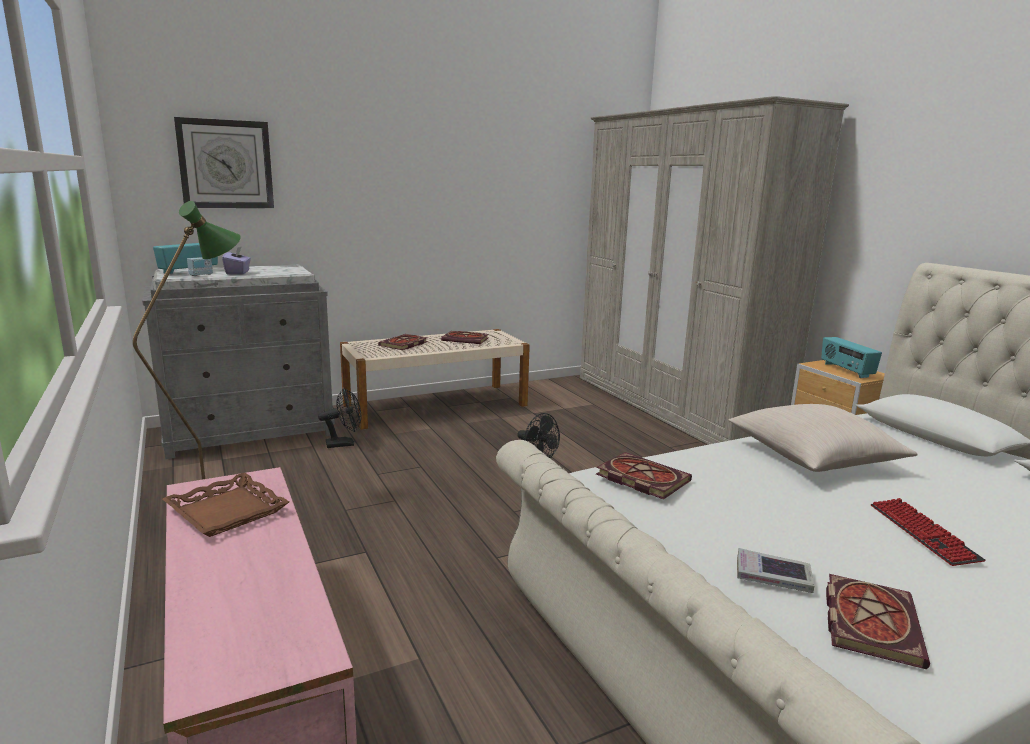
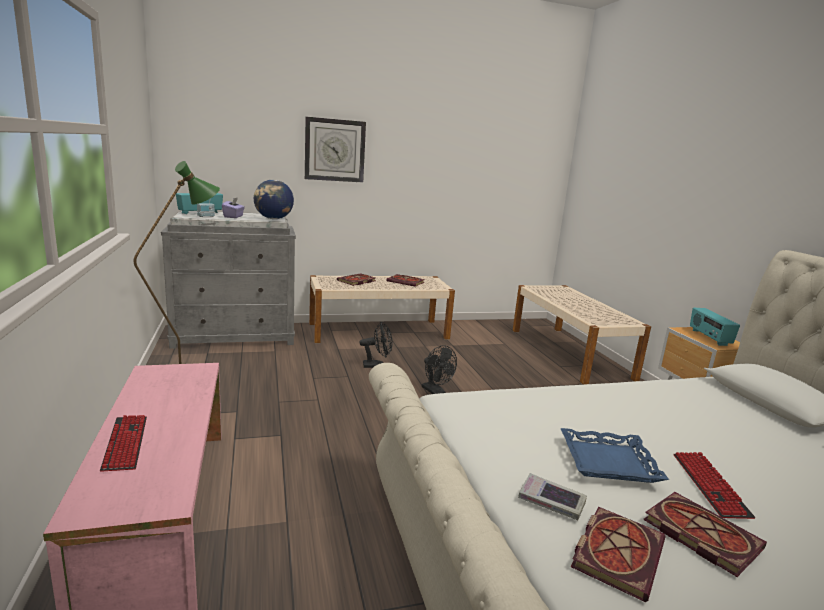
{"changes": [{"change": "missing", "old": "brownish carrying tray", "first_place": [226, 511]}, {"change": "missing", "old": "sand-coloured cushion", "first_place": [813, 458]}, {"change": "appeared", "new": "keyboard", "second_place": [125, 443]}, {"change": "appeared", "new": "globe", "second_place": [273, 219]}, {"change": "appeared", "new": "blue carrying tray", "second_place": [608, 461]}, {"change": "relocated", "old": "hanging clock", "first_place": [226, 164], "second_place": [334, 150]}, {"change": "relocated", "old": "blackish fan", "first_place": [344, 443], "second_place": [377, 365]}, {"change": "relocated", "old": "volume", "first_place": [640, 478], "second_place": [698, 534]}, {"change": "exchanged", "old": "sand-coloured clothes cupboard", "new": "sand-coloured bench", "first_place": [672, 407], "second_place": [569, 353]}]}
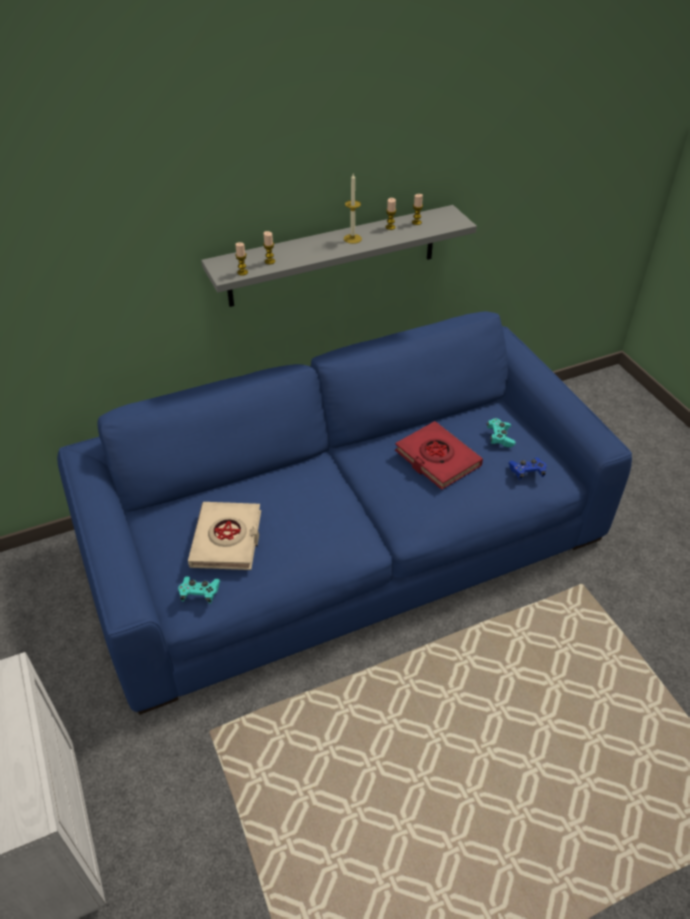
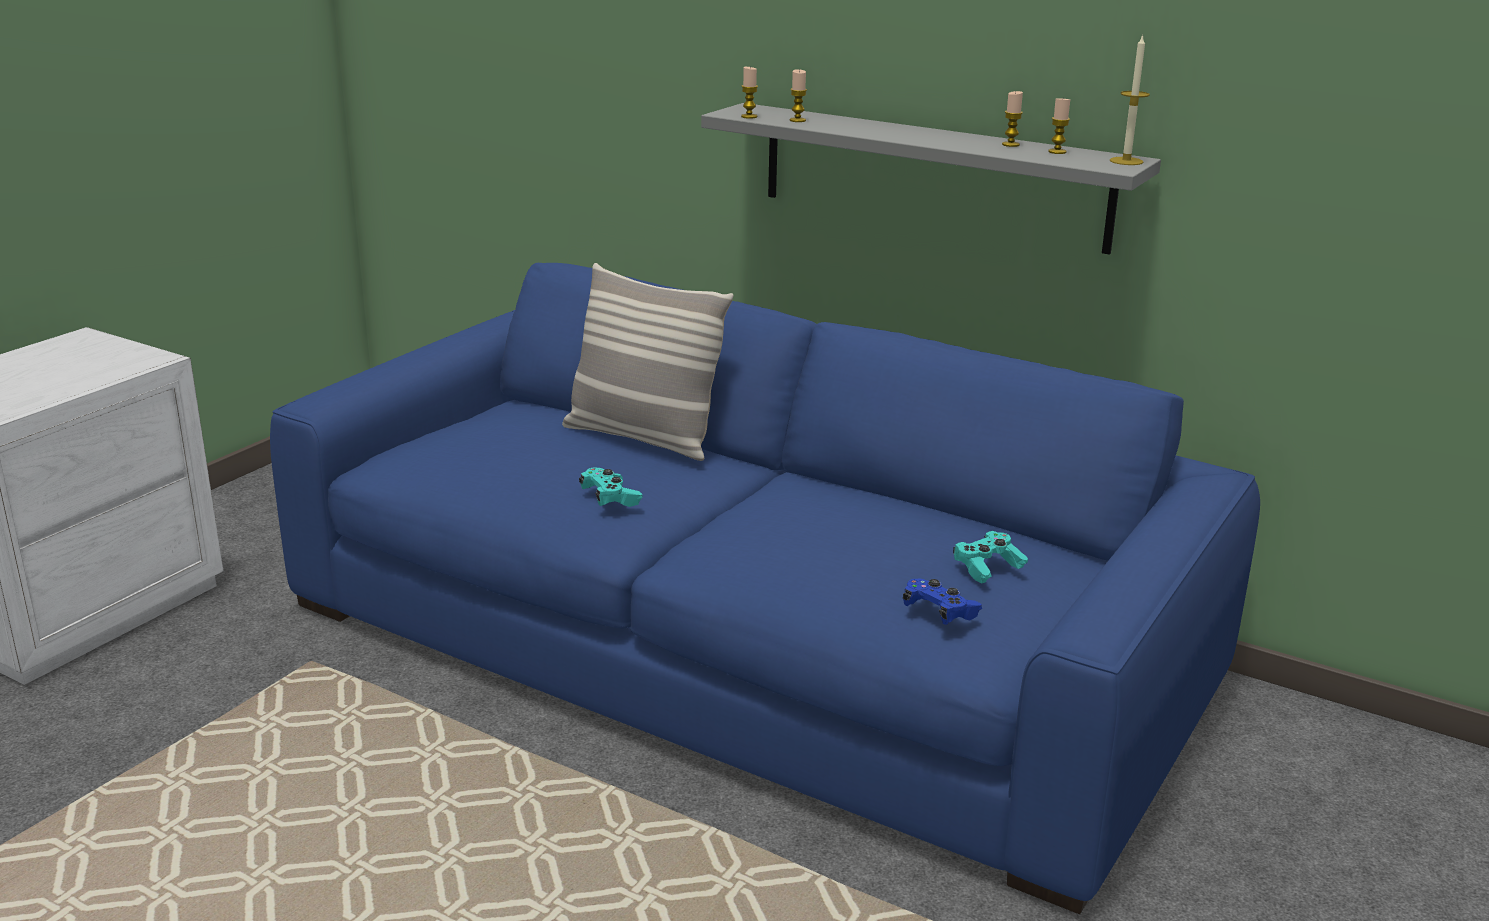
{"changes": [{"change": "missing", "old": "sand-coloured volume", "first_place": [227, 539]}, {"change": "missing", "old": "reddish volume", "first_place": [437, 459]}, {"change": "appeared", "new": "cushion", "second_place": [643, 438]}, {"change": "relocated", "old": "turquoise-coloured game controller", "first_place": [200, 593], "second_place": [610, 498]}, {"change": "relocated", "old": "wax candle", "first_place": [352, 239], "second_place": [1126, 161]}]}
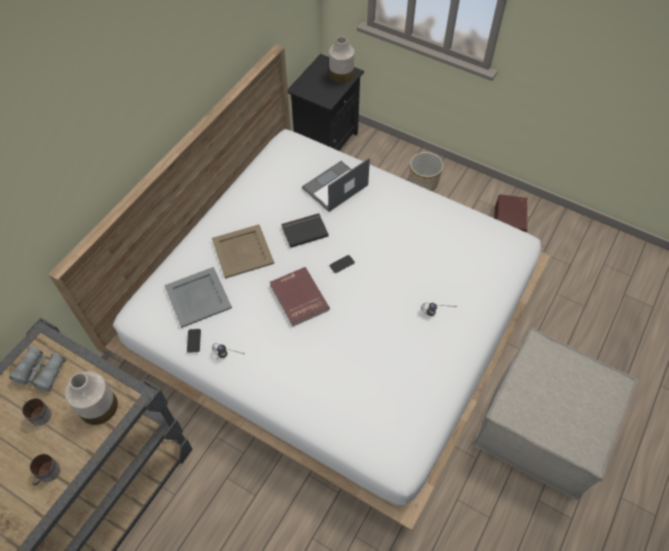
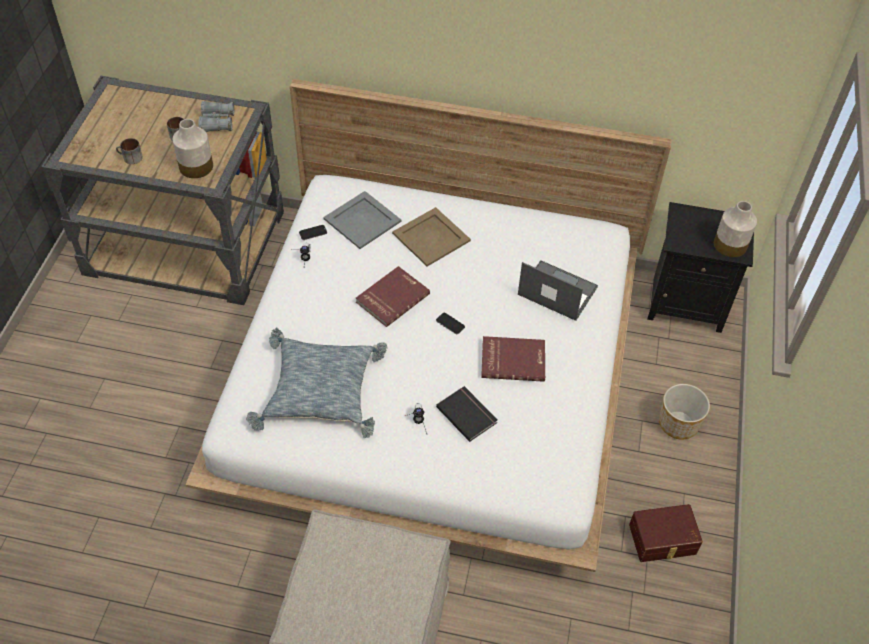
{"changes": [{"change": "appeared", "new": "cushion", "second_place": [319, 387]}, {"change": "appeared", "new": "reddish volume", "second_place": [513, 360]}, {"change": "relocated", "old": "blackish volume", "first_place": [304, 230], "second_place": [467, 414]}]}
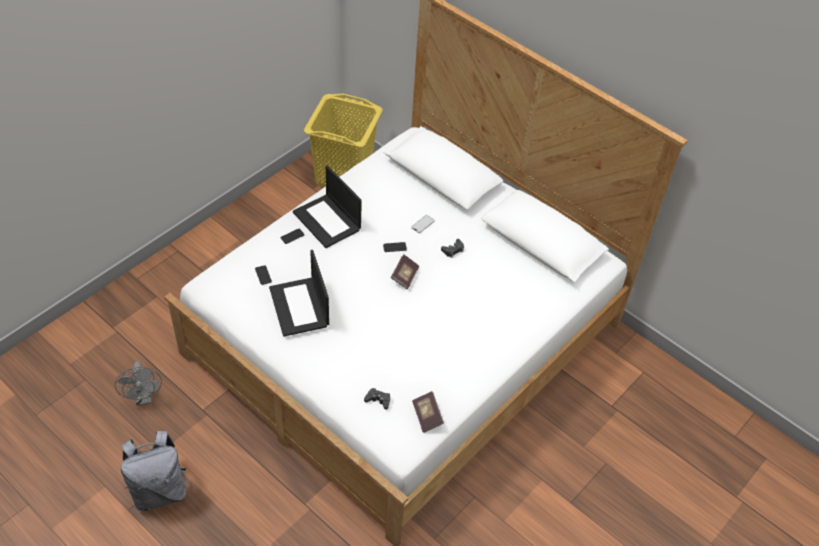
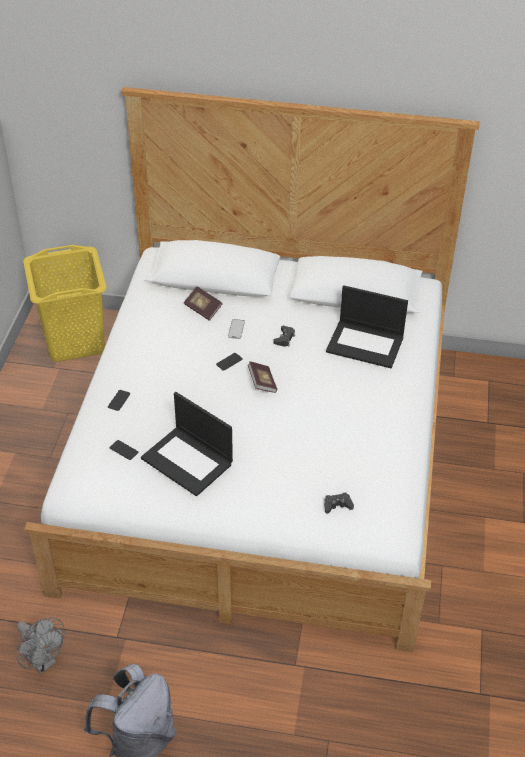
{"changes": [{"change": "relocated", "old": "portable computer", "first_place": [328, 221], "second_place": [366, 344]}, {"change": "relocated", "old": "volume", "first_place": [427, 416], "second_place": [203, 309]}]}
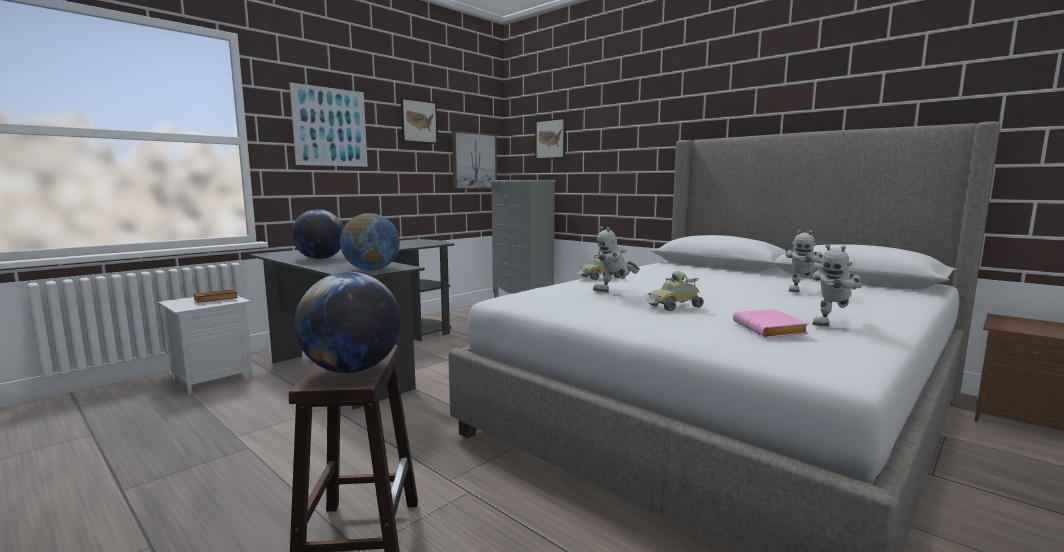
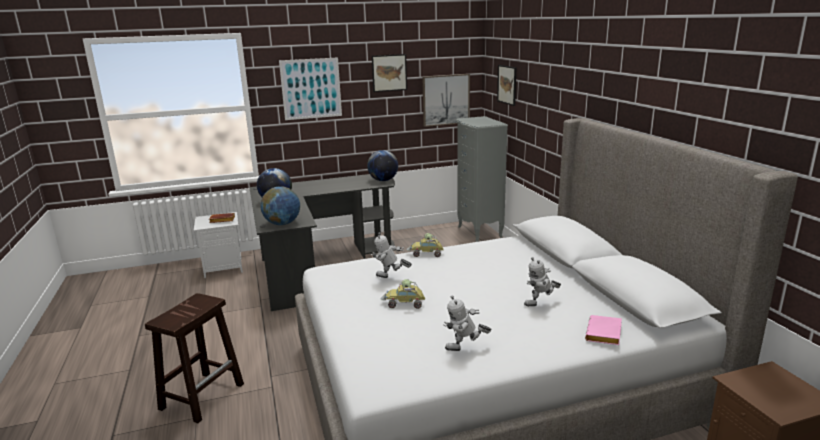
{"changes": [{"change": "relocated", "old": "globe", "first_place": [352, 370], "second_place": [383, 180]}, {"change": "relocated", "old": "pinkish volume", "first_place": [771, 330], "second_place": [605, 334]}]}
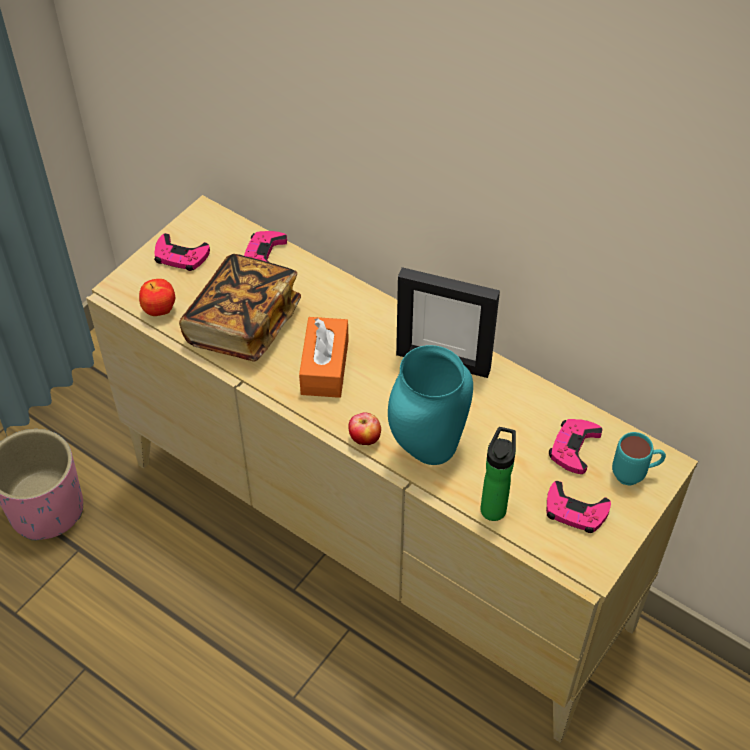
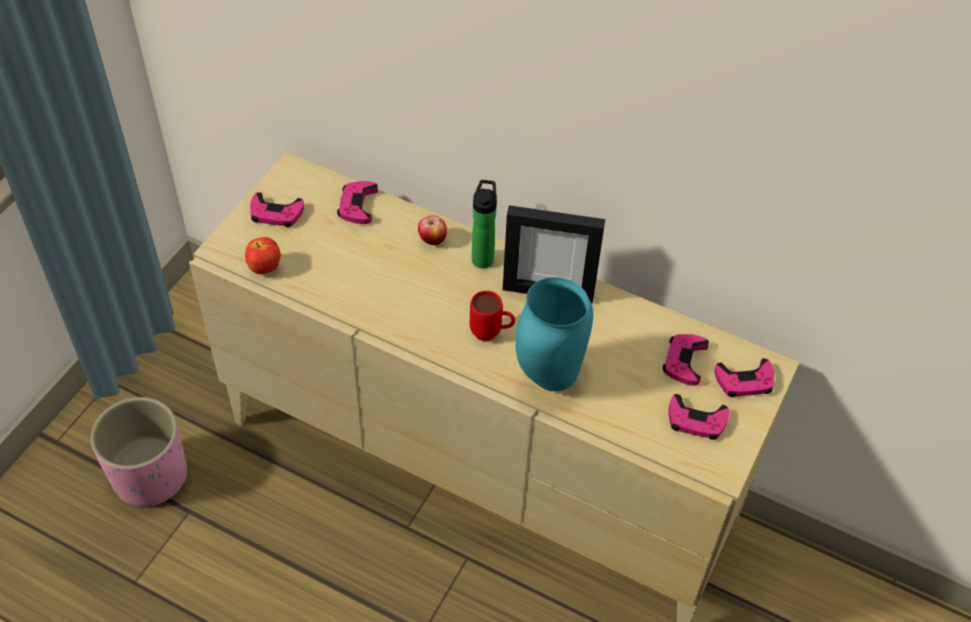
{"changes": [{"change": "missing", "old": "volume", "first_place": [243, 324]}, {"change": "missing", "old": "orangey tissue holder", "first_place": [325, 367]}, {"change": "appeared", "new": "reddish mug", "second_place": [491, 334]}, {"change": "relocated", "old": "apple fruit", "first_place": [364, 440], "second_place": [432, 241]}, {"change": "relocated", "old": "beverage bottle", "first_place": [494, 506], "second_place": [483, 257]}, {"change": "exchanged", "old": "turquoise-coloured mug", "new": "pinkish game controller", "first_place": [635, 475], "second_place": [744, 381]}]}
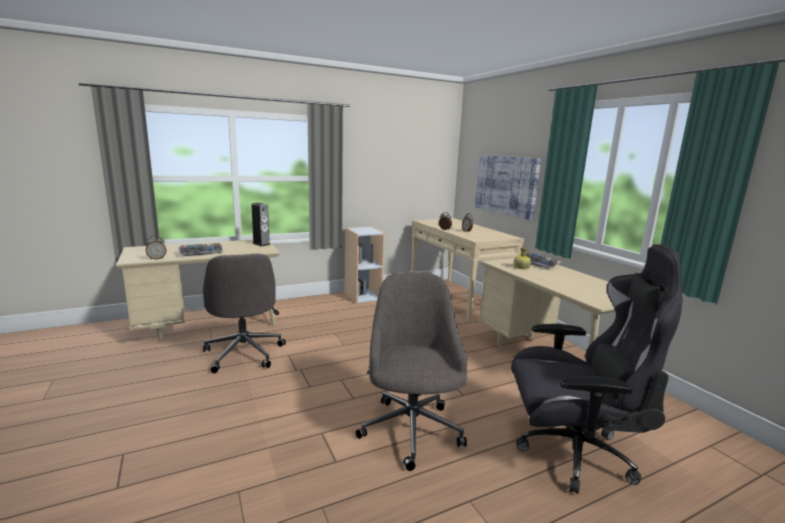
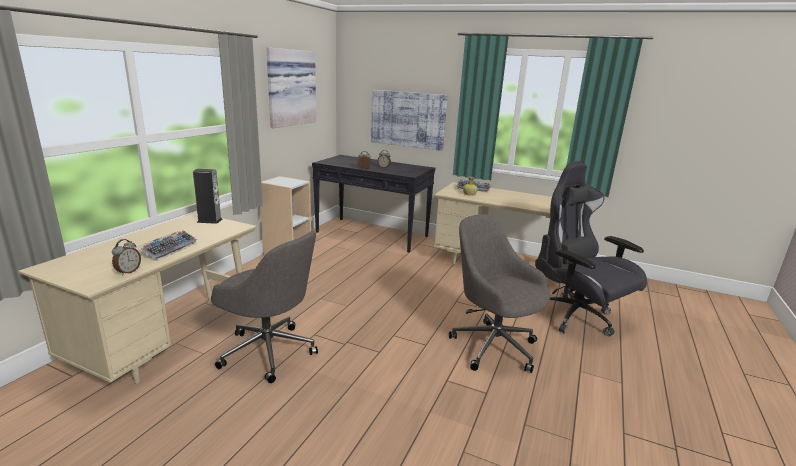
{"changes": [{"change": "appeared", "new": "picture", "second_place": [290, 87]}, {"change": "colour", "old": "sand-coloured narrow table", "new": "blackish narrow table", "first_place": [458, 299], "second_place": [372, 234]}, {"change": "spun", "old": "blackish desk chair", "first_place": [567, 453], "second_place": [579, 319], "degrees": -90}]}
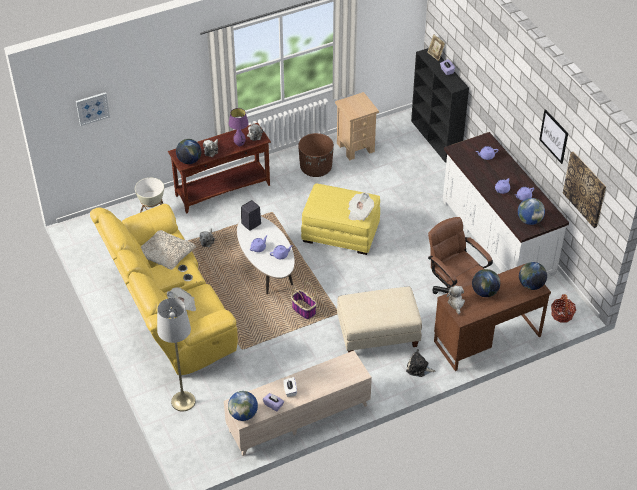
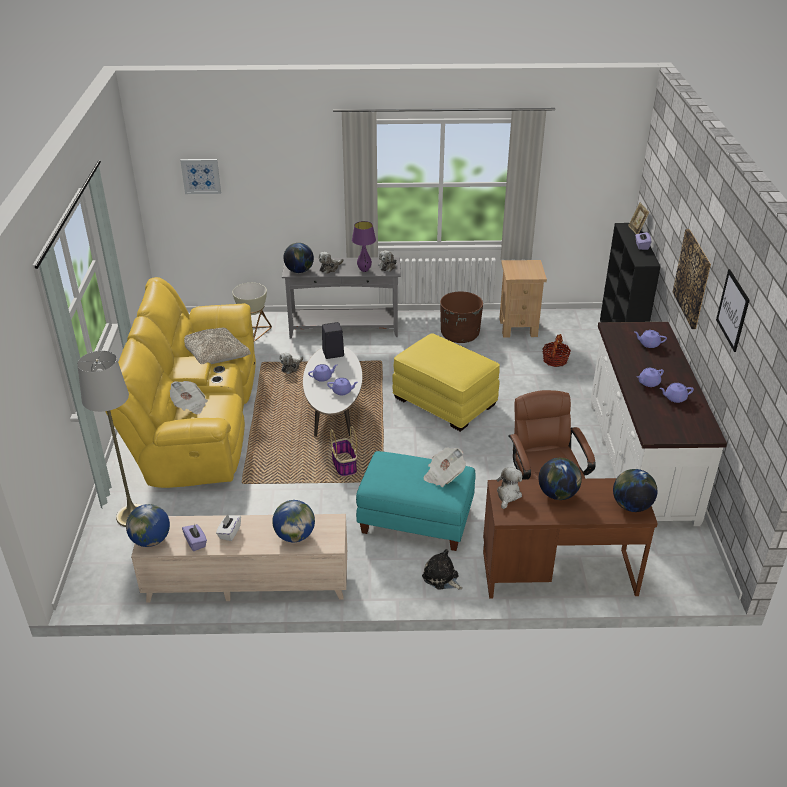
{"changes": [{"change": "relocated", "old": "newspaper", "first_place": [359, 212], "second_place": [443, 475]}, {"change": "relocated", "old": "globe", "first_place": [529, 220], "second_place": [294, 536]}, {"change": "relocated", "old": "household basket", "first_place": [562, 315], "second_place": [555, 360]}, {"change": "relocated", "old": "picture", "first_place": [585, 189], "second_place": [692, 278]}, {"change": "colour", "old": "brownish narrow table", "new": "grey narrow table", "first_place": [223, 190], "second_place": [344, 328]}, {"change": "colour", "old": "sand-coloured pouffe", "new": "turquoise-coloured pouffe", "first_place": [377, 334], "second_place": [415, 520]}]}
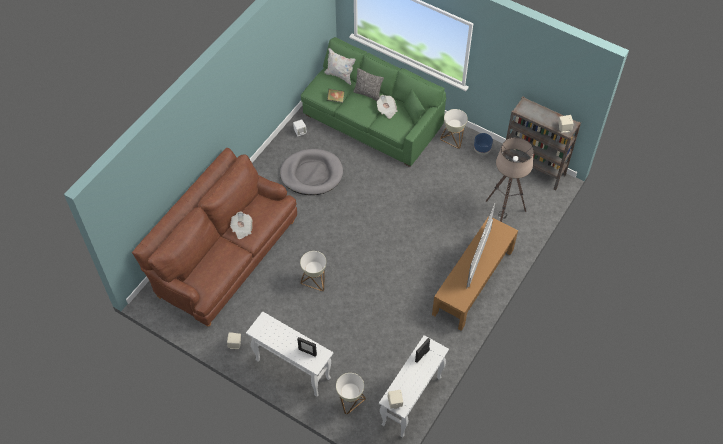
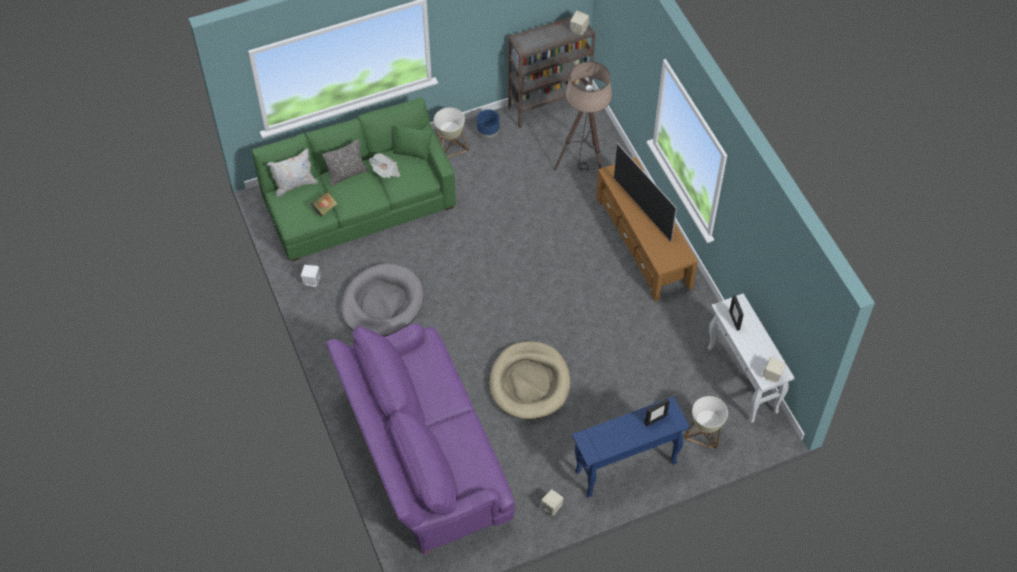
{"changes": [{"change": "missing", "old": "newspaper", "first_place": [242, 229]}, {"change": "exchanged", "old": "flower pot", "new": "sand-coloured dog bed", "first_place": [315, 281], "second_place": [529, 383]}, {"change": "colour", "old": "brownish settee", "new": "purple settee", "first_place": [223, 256], "second_place": [422, 455]}, {"change": "colour", "old": "white narrow table", "new": "blue narrow table", "first_place": [292, 369], "second_place": [625, 468]}]}
